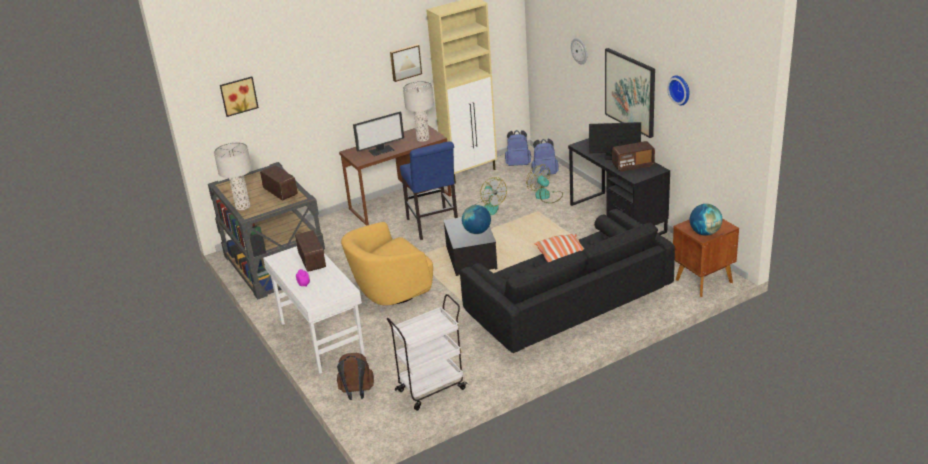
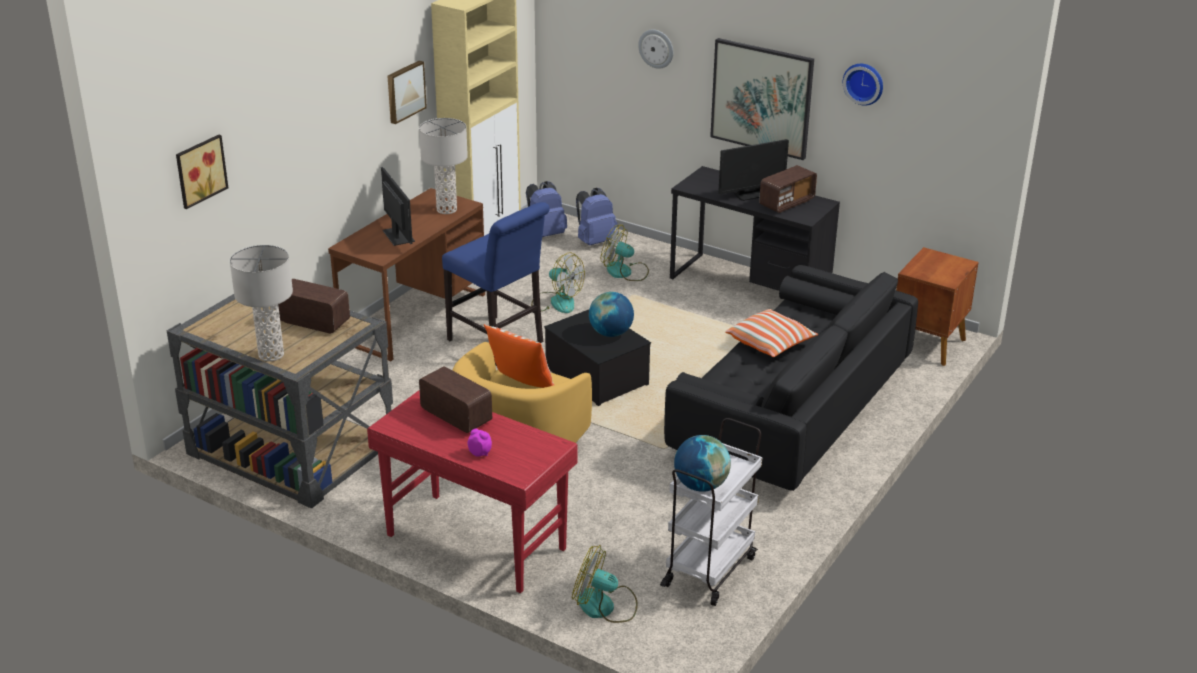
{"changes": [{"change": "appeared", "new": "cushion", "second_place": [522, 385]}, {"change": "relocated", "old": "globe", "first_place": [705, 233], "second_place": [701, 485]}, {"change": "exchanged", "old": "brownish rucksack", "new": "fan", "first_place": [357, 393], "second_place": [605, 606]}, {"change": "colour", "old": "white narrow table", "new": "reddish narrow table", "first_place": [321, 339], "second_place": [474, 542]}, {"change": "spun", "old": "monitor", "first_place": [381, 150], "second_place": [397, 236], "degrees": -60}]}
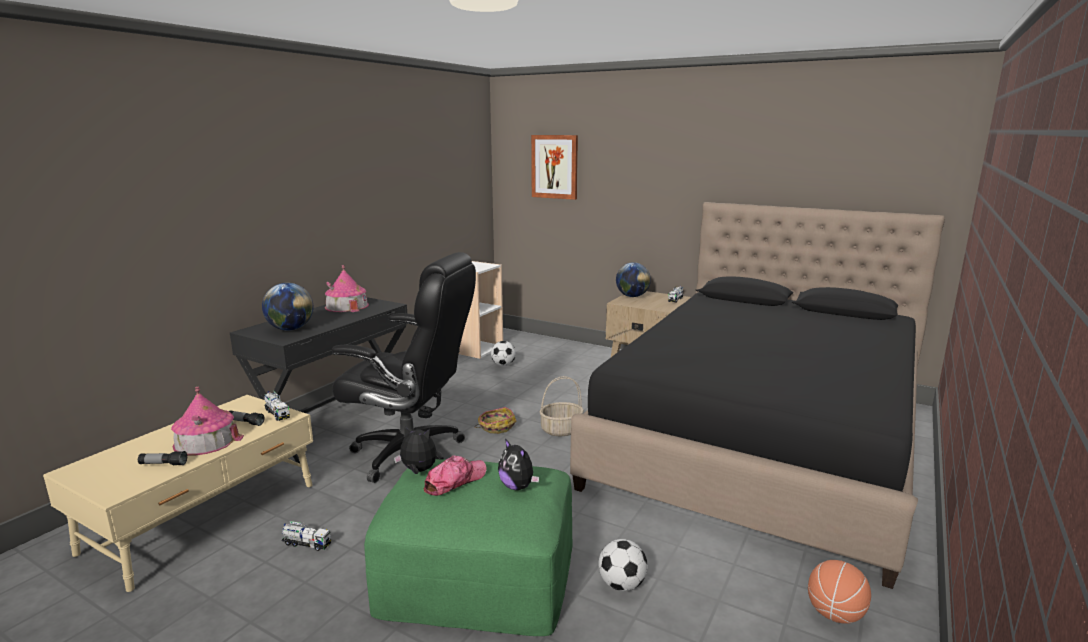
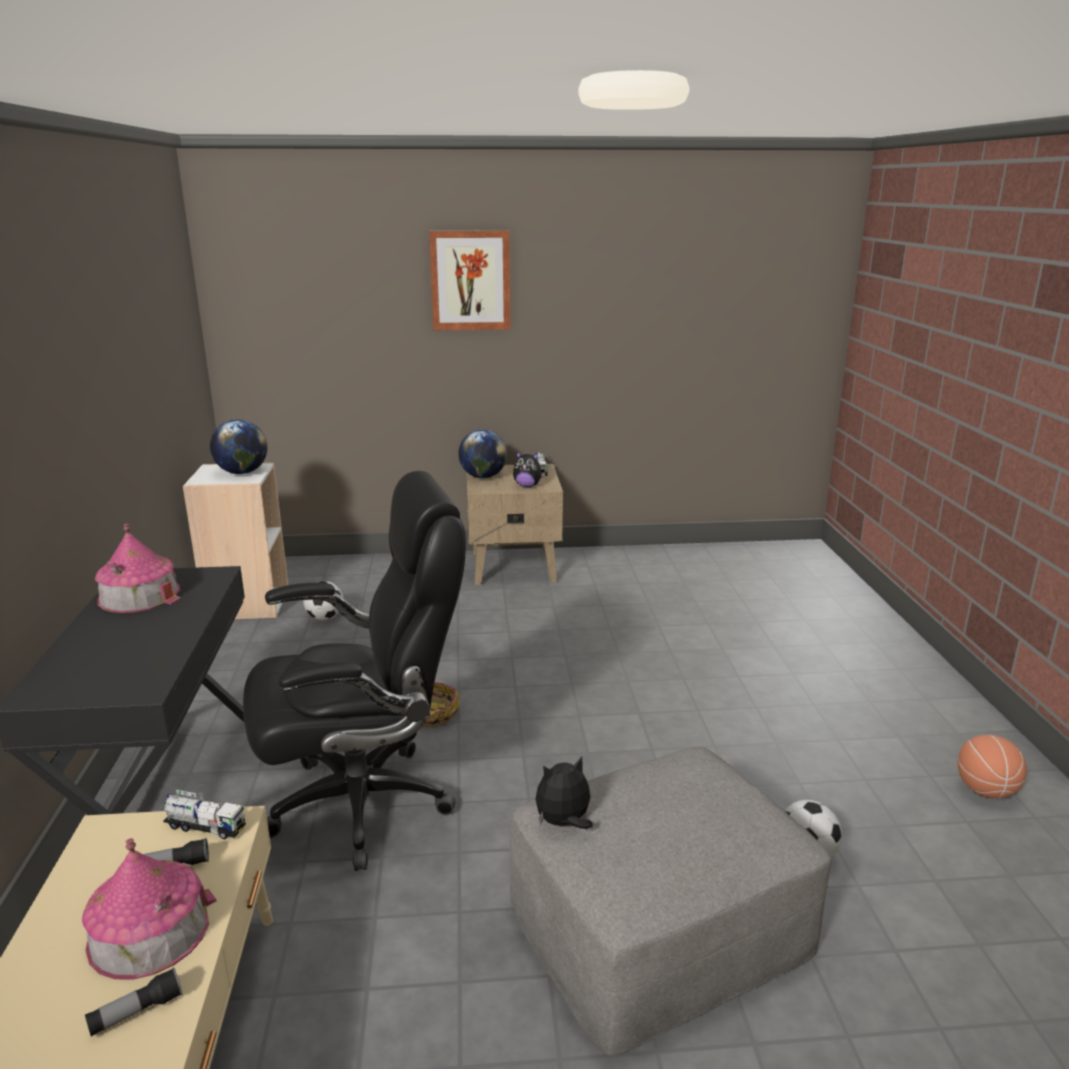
{"changes": [{"change": "missing", "old": "toy lorry", "first_place": [307, 544]}, {"change": "missing", "old": "baseball cap", "first_place": [455, 481]}, {"change": "missing", "old": "household basket", "first_place": [561, 430]}, {"change": "missing", "old": "blackish bed", "first_place": [763, 440]}, {"change": "relocated", "old": "globe", "first_place": [290, 329], "second_place": [242, 473]}, {"change": "relocated", "old": "plush toy", "first_place": [518, 486], "second_place": [527, 486]}, {"change": "relocated", "old": "picture", "first_place": [554, 166], "second_place": [470, 280]}, {"change": "colour", "old": "green-coloured pouffe", "new": "grey pouffe", "first_place": [477, 575], "second_place": [659, 927]}]}
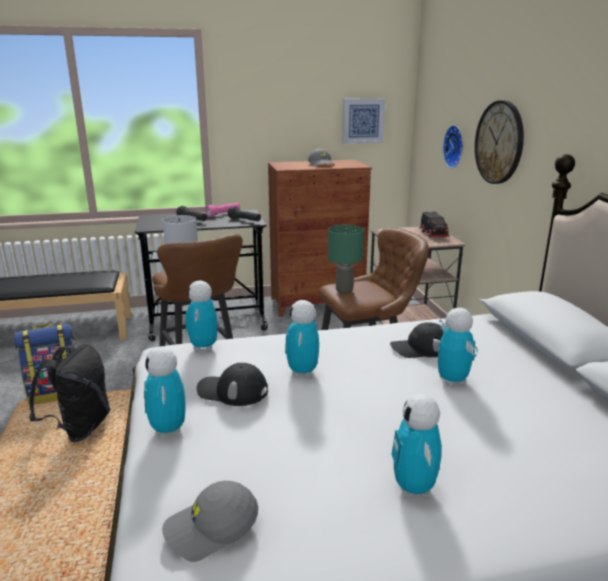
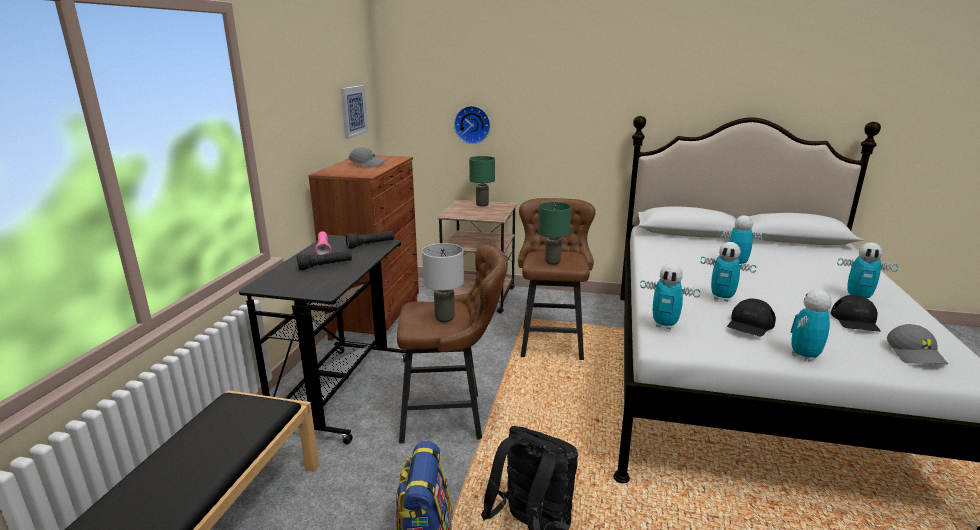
{"changes": [{"change": "missing", "old": "hanging clock", "first_place": [499, 142]}, {"change": "relocated", "old": "blackish baseball cap", "first_place": [420, 348], "second_place": [855, 320]}, {"change": "exchanged", "old": "toy lorry", "new": "green-coloured lamp for a table", "first_place": [434, 234], "second_place": [482, 205]}, {"change": "spun", "old": "robot figure", "first_place": [168, 430], "second_place": [804, 356], "degrees": 135}]}
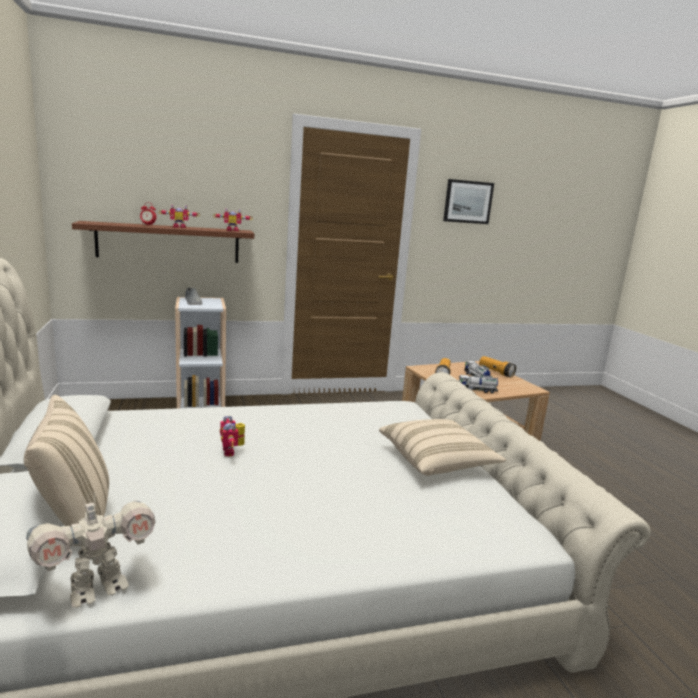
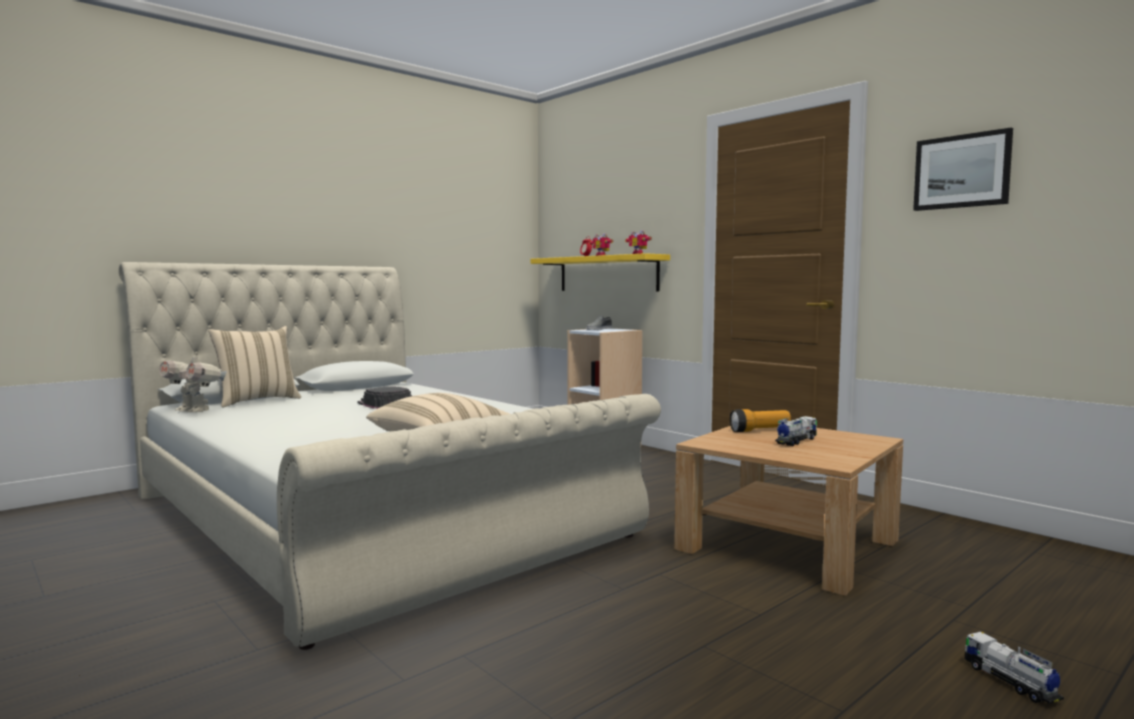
{"changes": [{"change": "missing", "old": "torch", "first_place": [496, 372]}, {"change": "relocated", "old": "toy lorry", "first_place": [477, 390], "second_place": [1010, 682]}, {"change": "exchanged", "old": "robot figure", "new": "blackish baseball cap", "first_place": [232, 451], "second_place": [383, 404]}, {"change": "colour", "old": "brownish wall shelf", "new": "yellow wall shelf", "first_place": [169, 242], "second_place": [607, 274]}]}
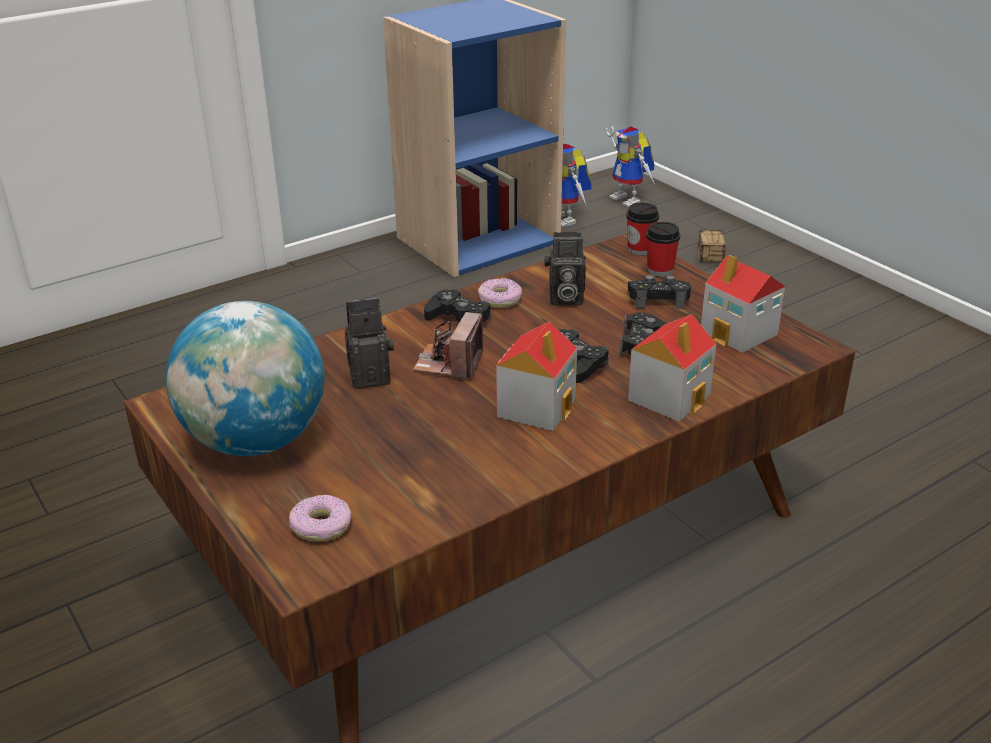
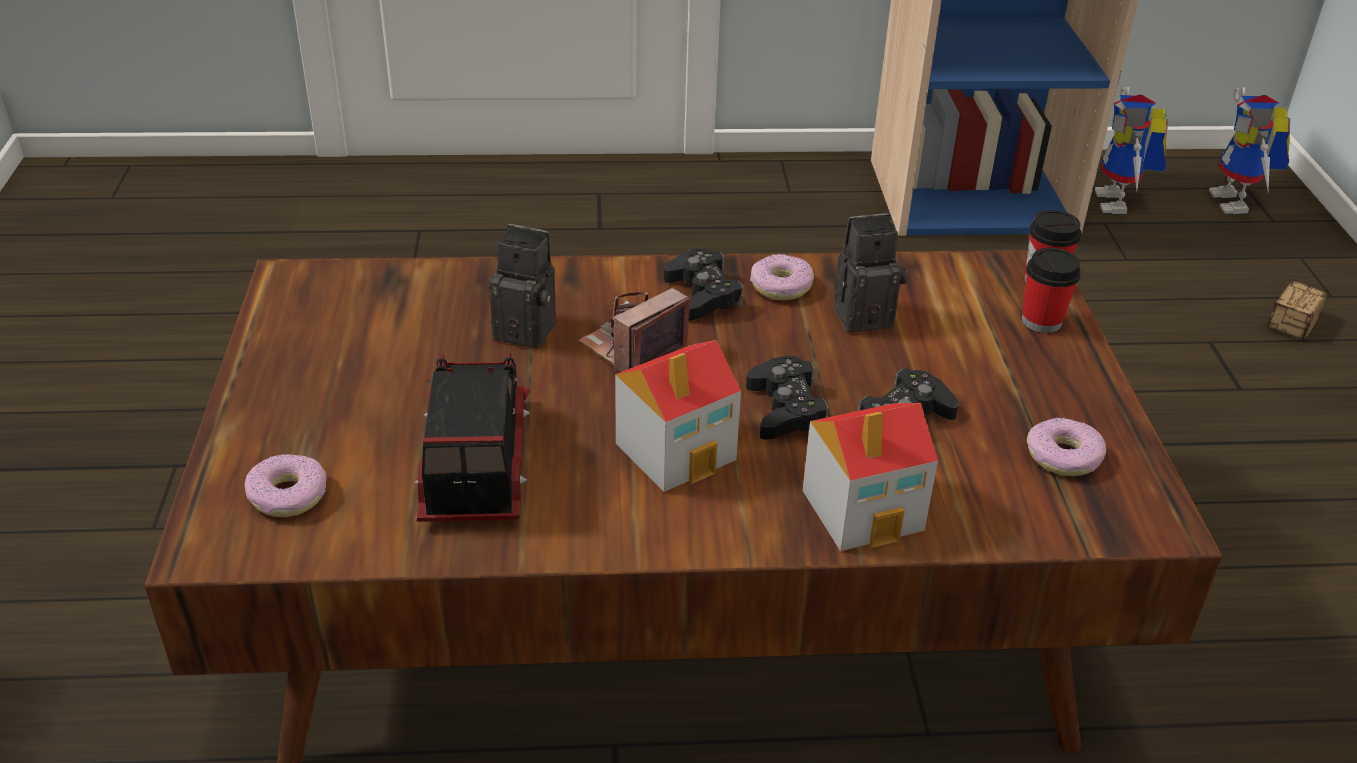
{"changes": [{"change": "missing", "old": "globe", "first_place": [256, 441]}, {"change": "missing", "old": "blackish game controller", "first_place": [658, 299]}, {"change": "appeared", "new": "toy lorry", "second_place": [473, 461]}, {"change": "exchanged", "old": "toy house", "new": "donut", "first_place": [740, 333], "second_place": [1064, 457]}, {"change": "spun", "old": "photo camera", "first_place": [563, 299], "second_place": [864, 314], "degrees": 135}]}
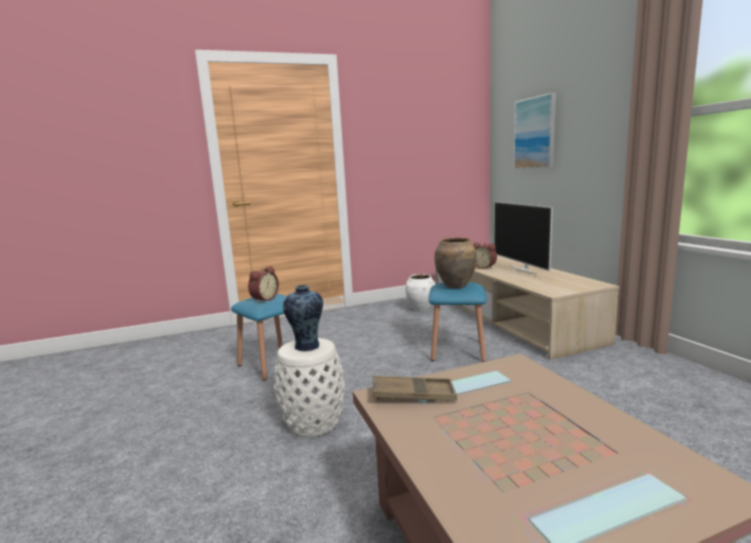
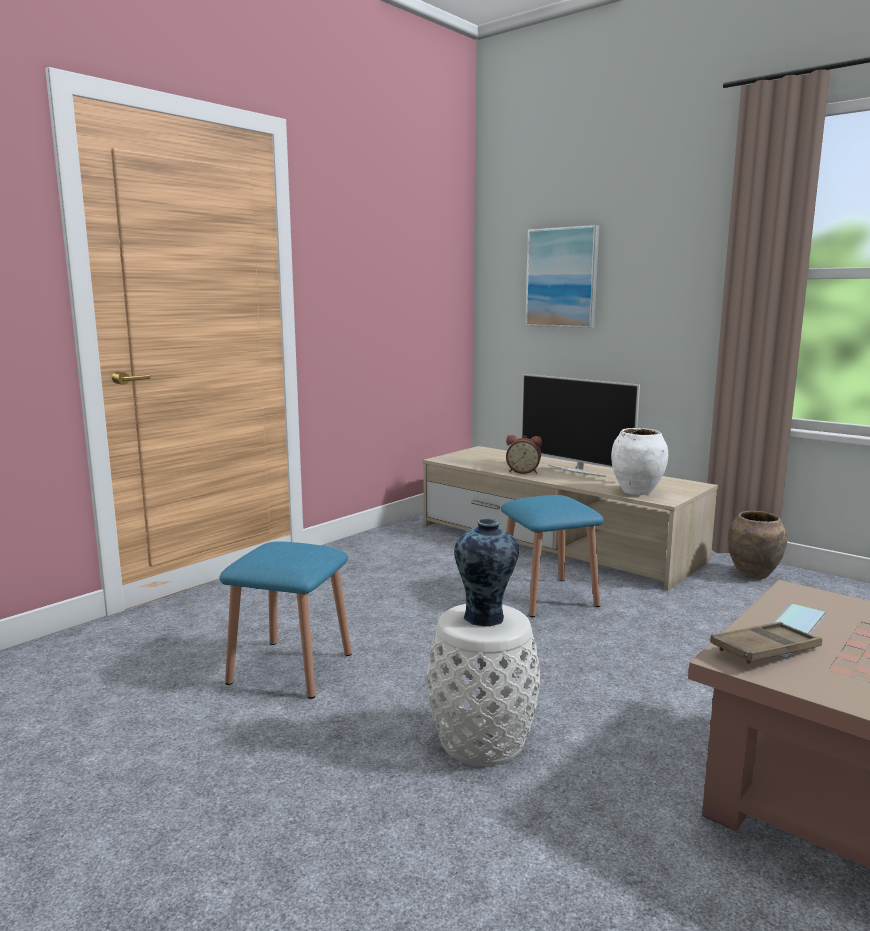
{"changes": [{"change": "missing", "old": "table clock", "first_place": [263, 299]}, {"change": "relocated", "old": "white vase", "first_place": [421, 309], "second_place": [636, 492]}, {"change": "relocated", "old": "brownish vase", "first_place": [456, 286], "second_place": [753, 574]}]}
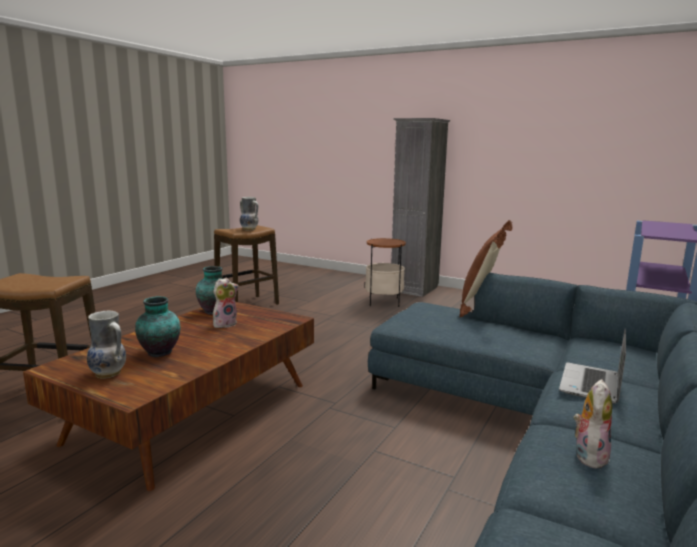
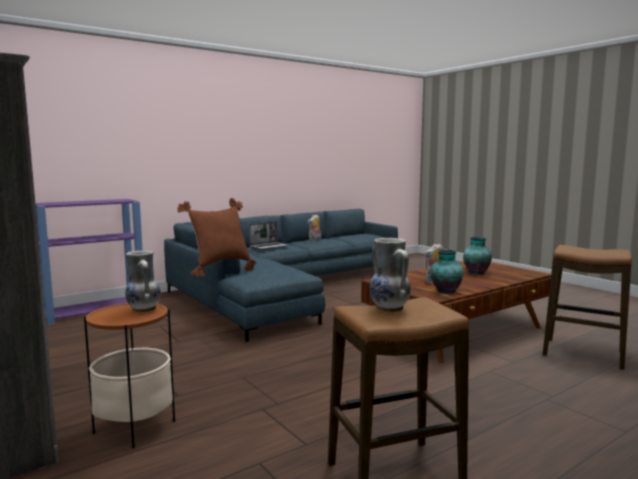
{"changes": [{"change": "relocated", "old": "vase", "first_place": [109, 373], "second_place": [143, 309]}]}
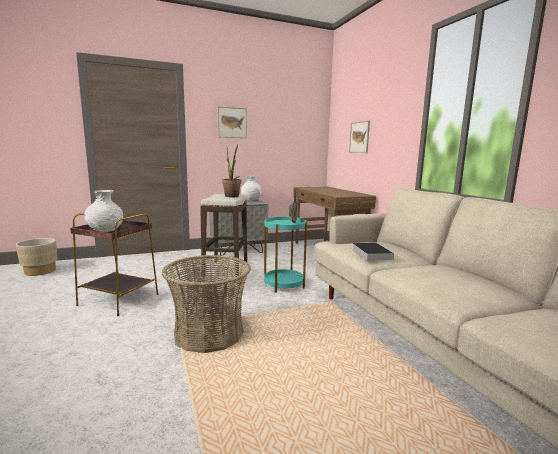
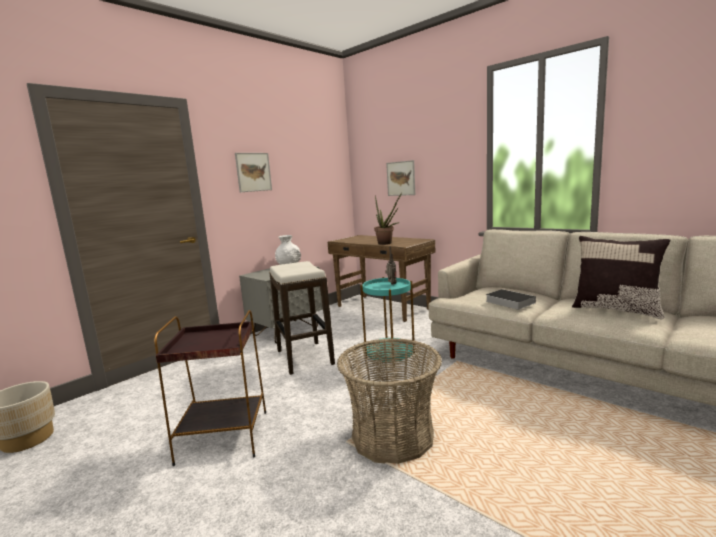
{"changes": [{"change": "missing", "old": "white vase", "first_place": [106, 230]}, {"change": "appeared", "new": "cushion", "second_place": [616, 310]}, {"change": "relocated", "old": "houseplant", "first_place": [232, 197], "second_place": [387, 243]}]}
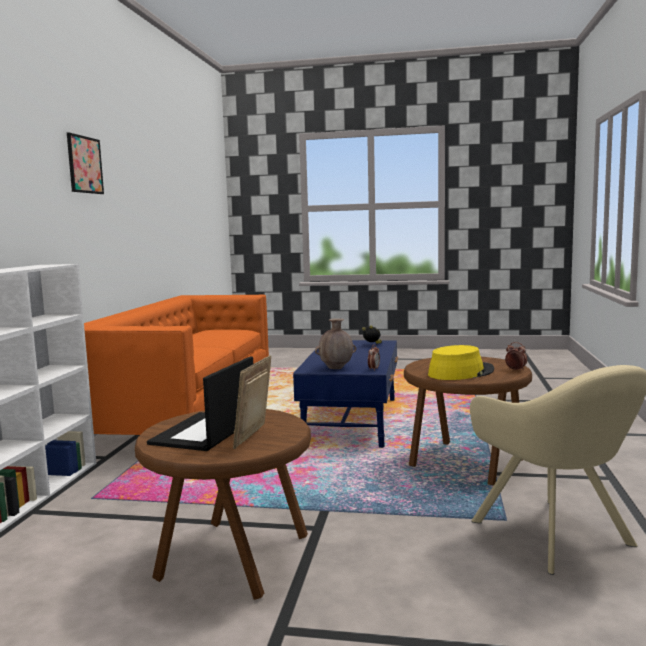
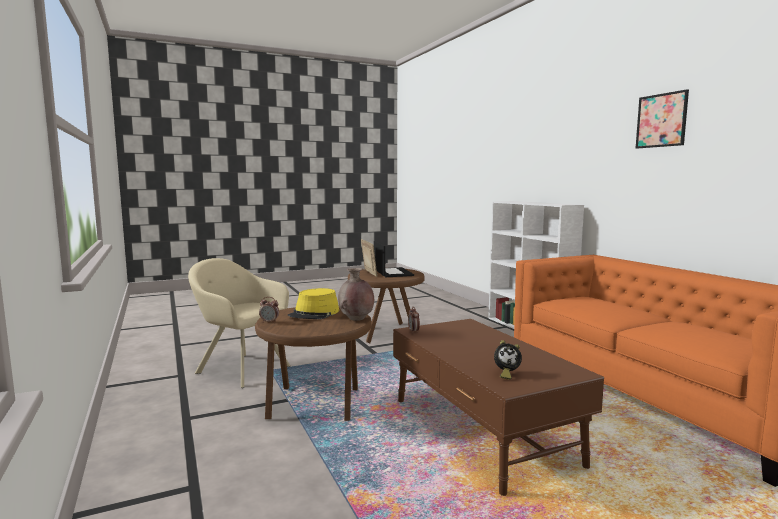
{"changes": [{"change": "relocated", "old": "brownish vase", "first_place": [336, 368], "second_place": [356, 319]}, {"change": "colour", "old": "blue coffee table", "new": "brownish coffee table", "first_place": [352, 420], "second_place": [482, 431]}]}
